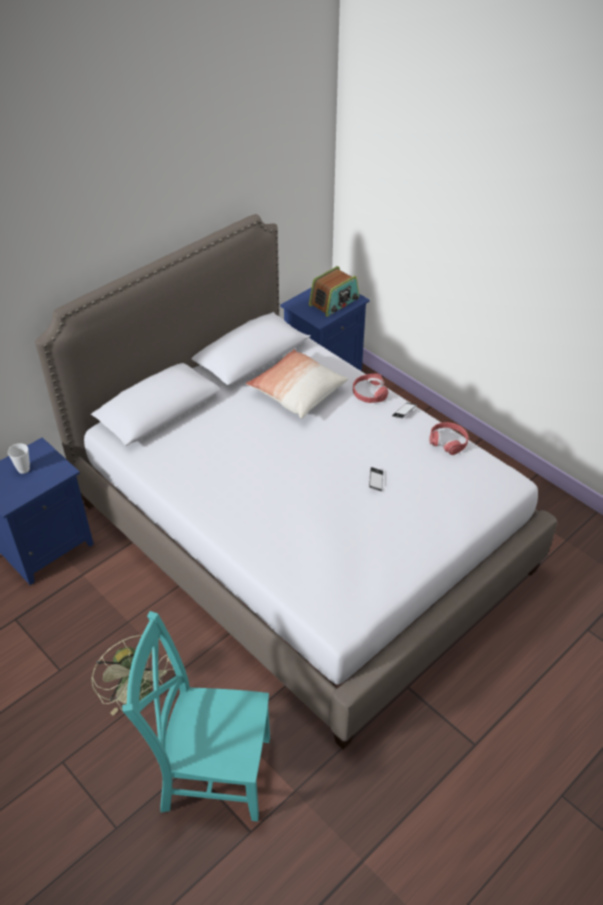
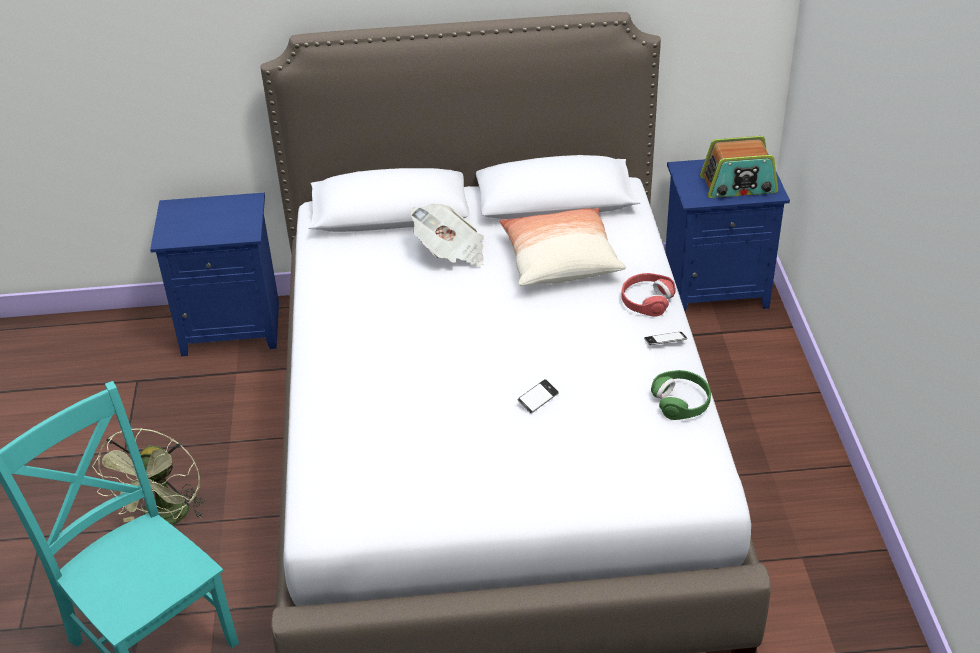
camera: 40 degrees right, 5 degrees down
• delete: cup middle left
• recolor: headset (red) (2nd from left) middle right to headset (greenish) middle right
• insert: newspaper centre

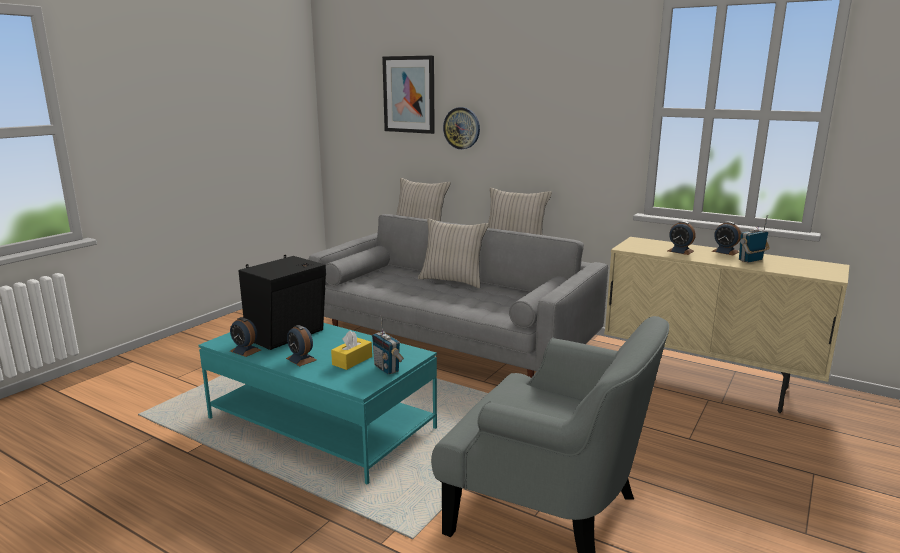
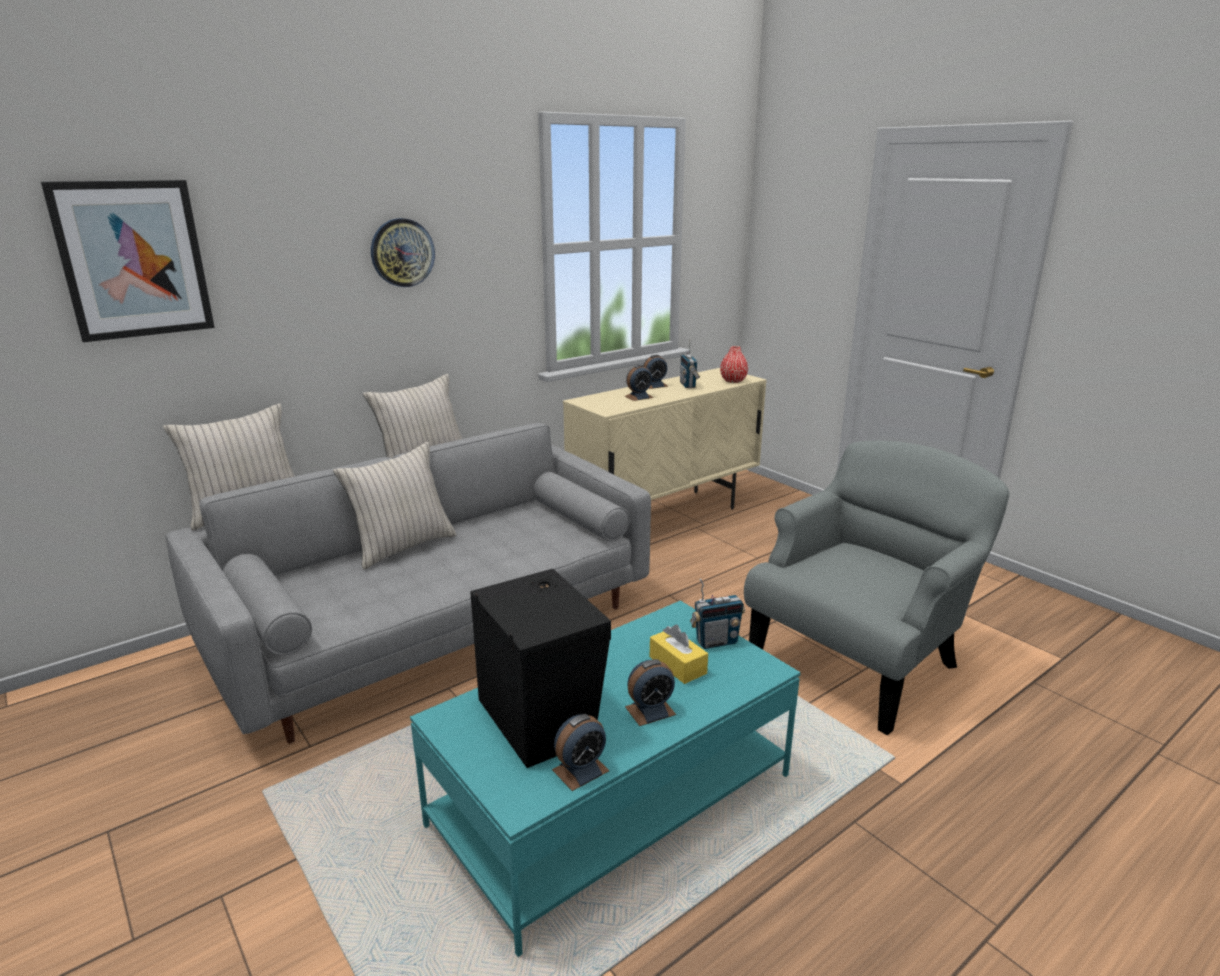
camera: 70 degrees left, 5 degrees up
• move: clock on the wall top centre to top left
• insert: decorative vase (red) centre

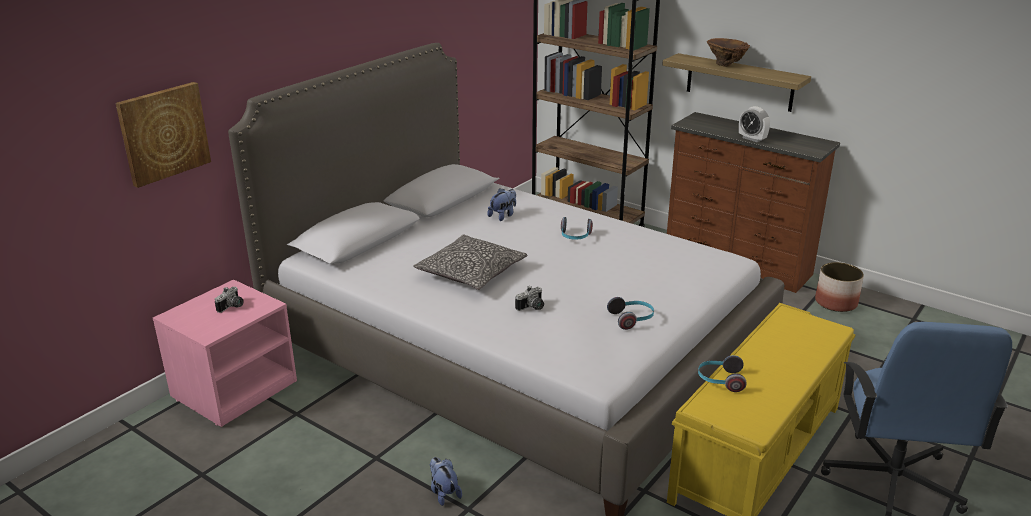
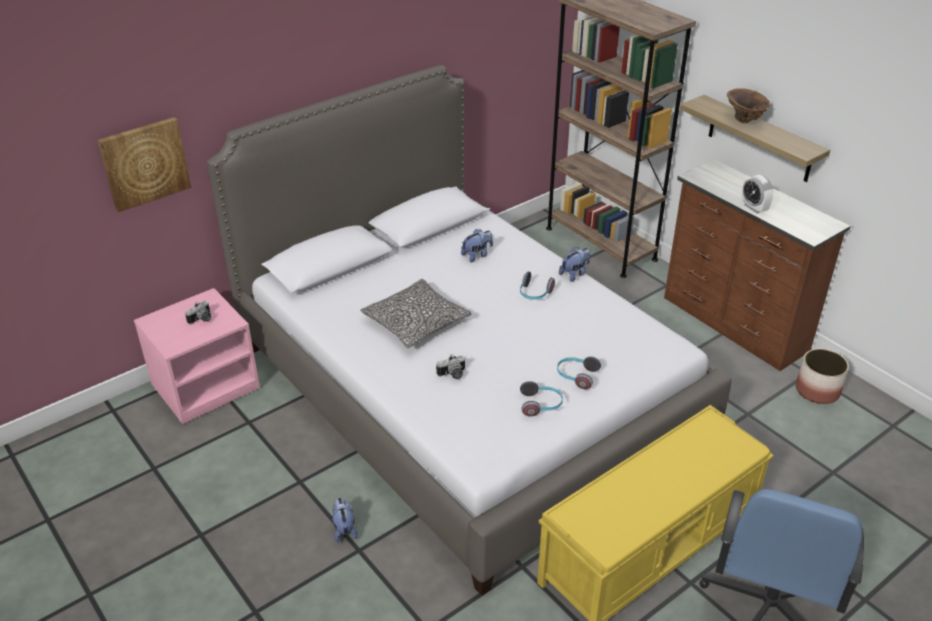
camera: 15 degrees right, 10 degrees up
• move: headset (3rd from left) bottom right to centre
• insert: plush toy (3rd from left) centre

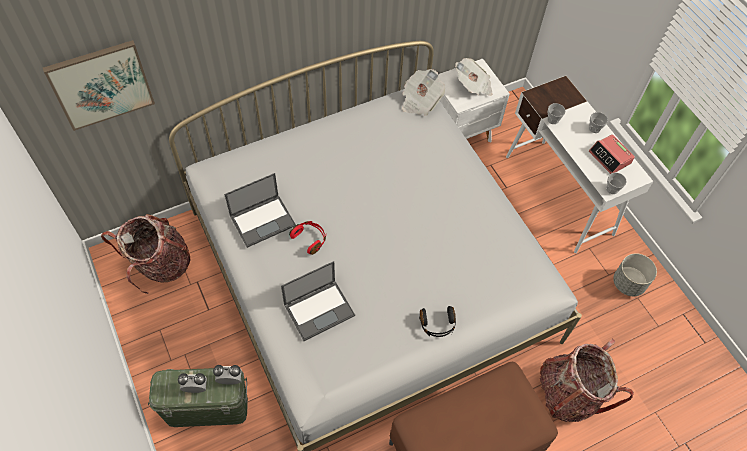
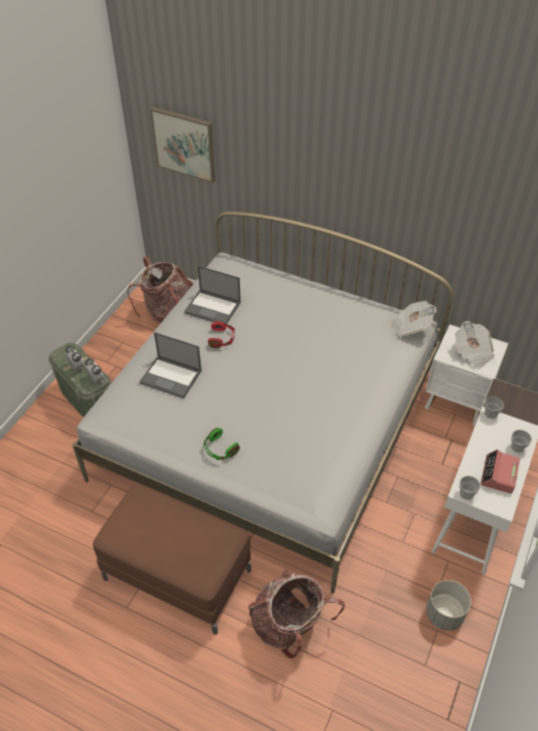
camera: 55 degrees right, 10 degrees down
• recolor: headset (black-coloured) bottom centre to headset (greenish) centre

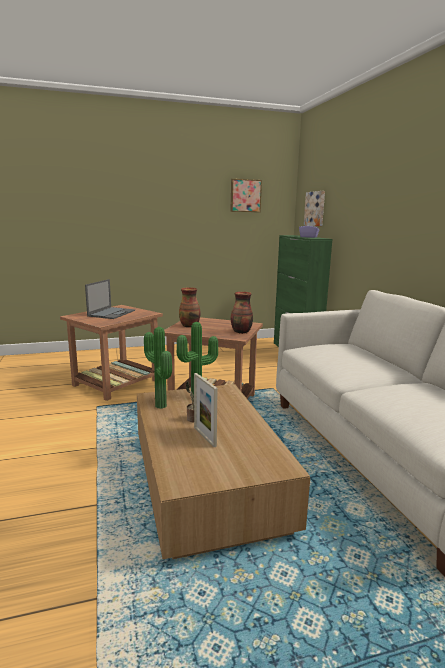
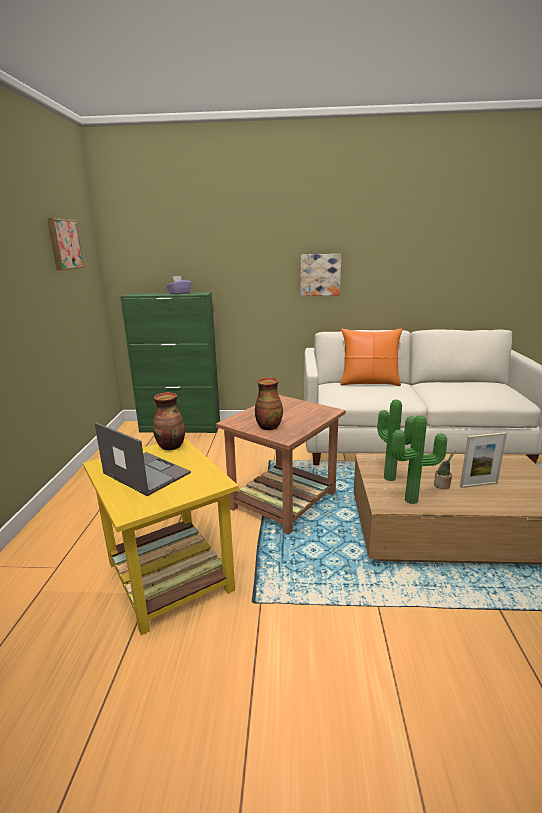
camera: 70 degrees left, 5 degrees up
• recolor: side table (brown-coloured) (1st from left) middle left to side table (yellow) middle left
• move: decorative vase (2nd from left in the first image) centre to decorative vase (1st from left) middle left
• move: wall art (2nd from left) top right to centre
• insert: throw pillow (orange-coloured) middle right

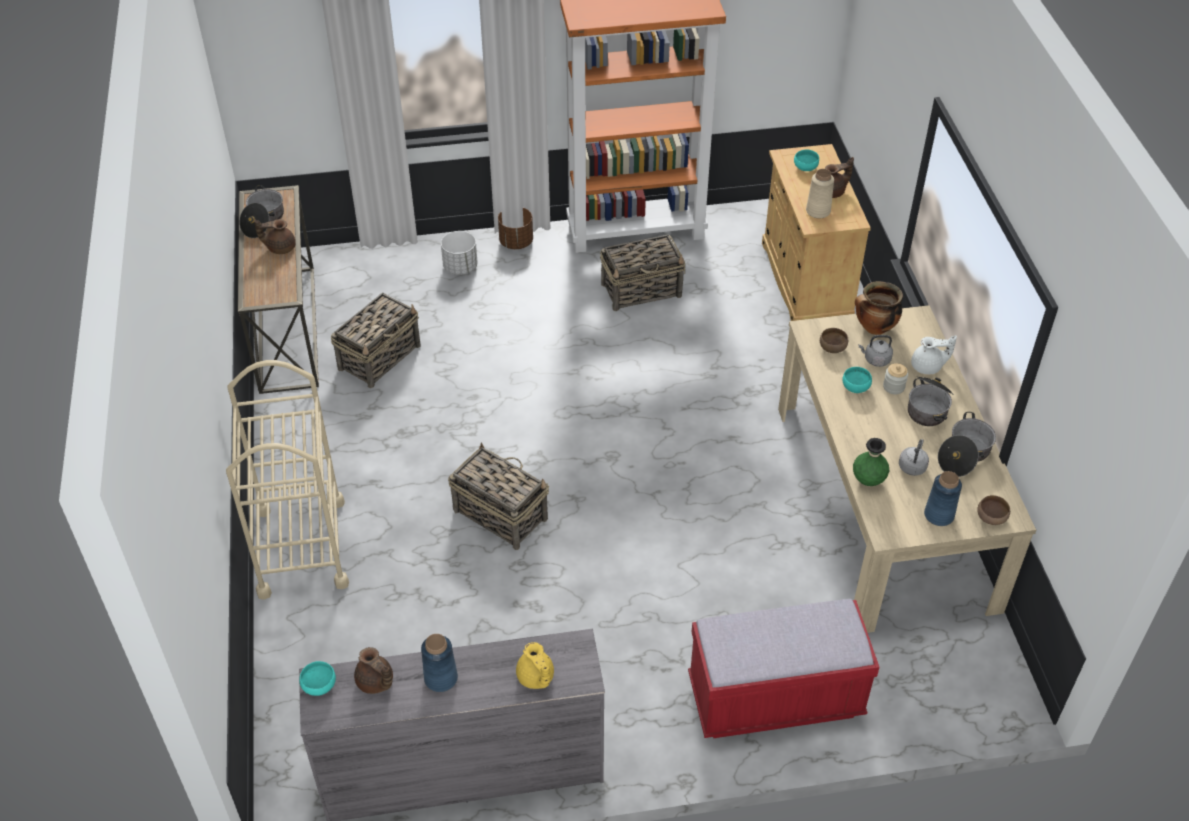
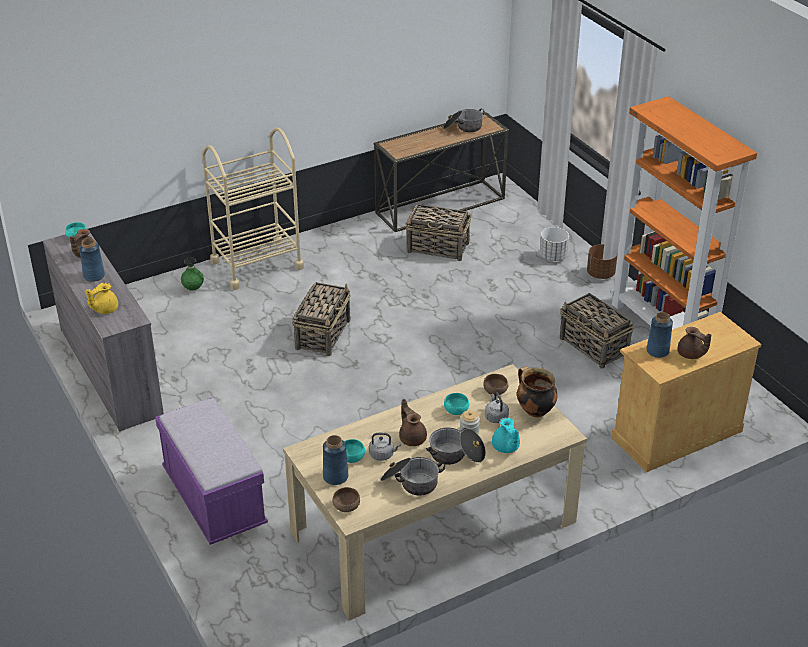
camera: 70 degrees right, 10 degrees down
• move: teapot (brown-coloured) (1st from left in the first image) top left to teapot (brown-coloured) (2nd from left) centre
• recolor: long seat (red) bottom centre to long seat (purple) bottom left
• move: deep dish (turquoise-coloured) (2nd from left) top right to bottom centre
• recolor: decorative vase (beige-coloured) top right to decorative vase (bluish) (3rd from left) middle right
• move: decorative vase (greenish) middle right to middle left
• recolor: teapot (white) middle right to teapot (turquoise-coloured) bottom centre

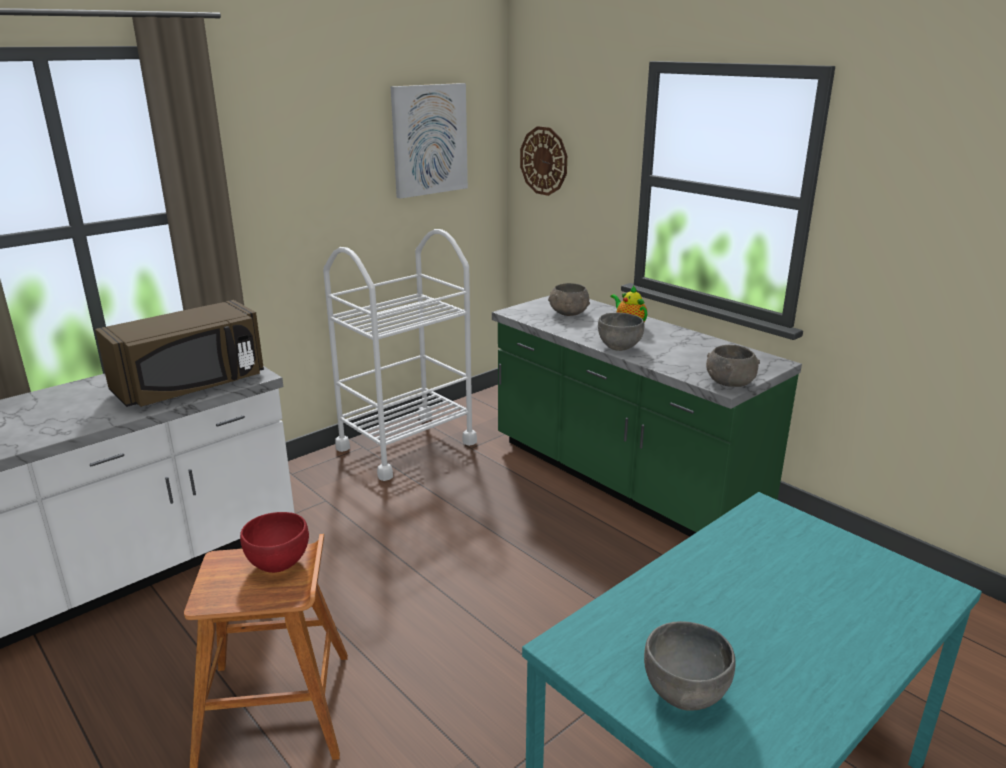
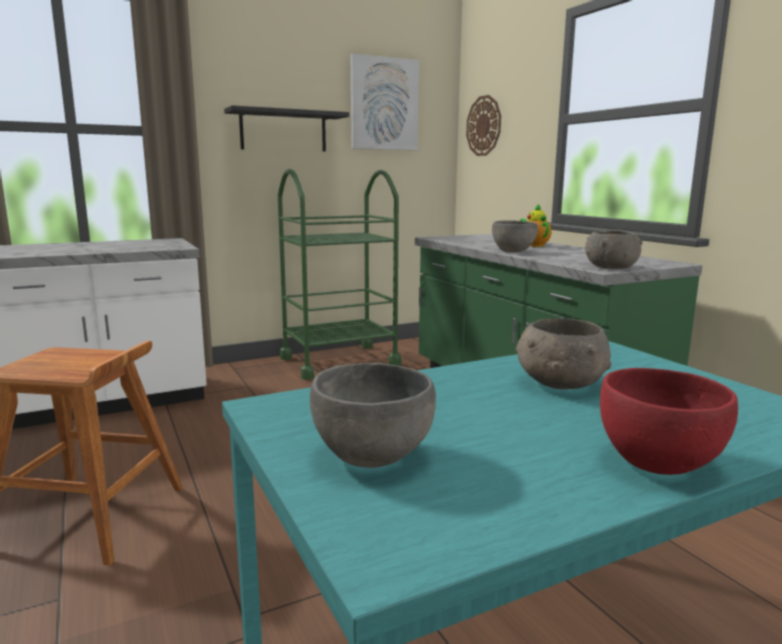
camera: 15 degrees right, 10 degrees down
• delete: microwave (brown-coloured) middle left
• move: deep dish (red) bottom left to middle right
• recolor: trolley (white) centre to trolley (greenish) centre
• move: deep dish (gray) (1st from left in the first image) centre to deep dish (gray) (3rd from left) middle right
• insert: wall shelf (black-coloured) top centre

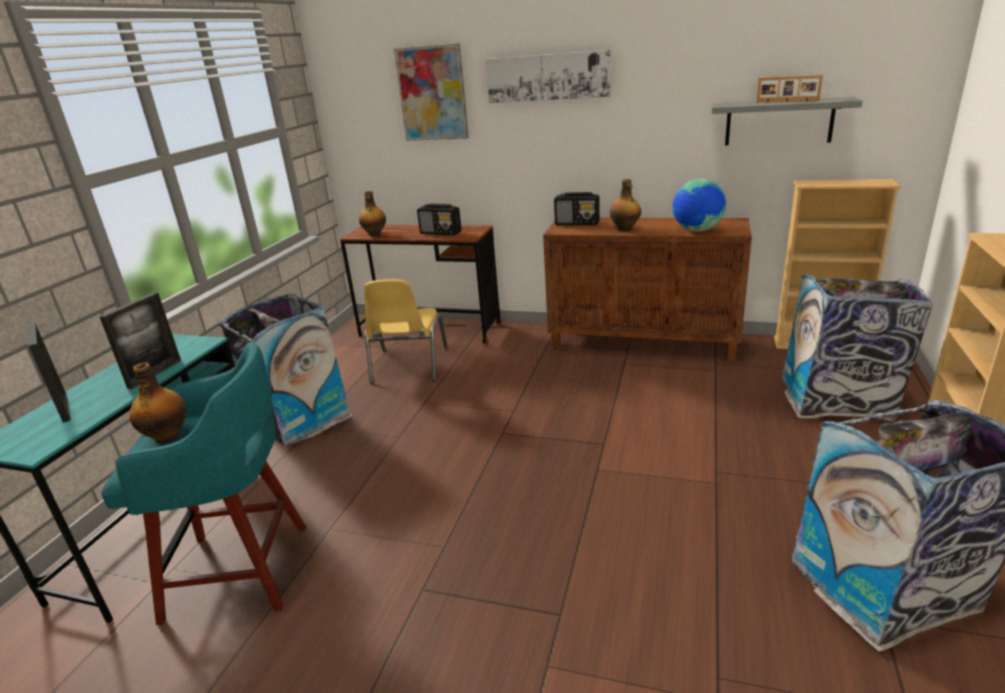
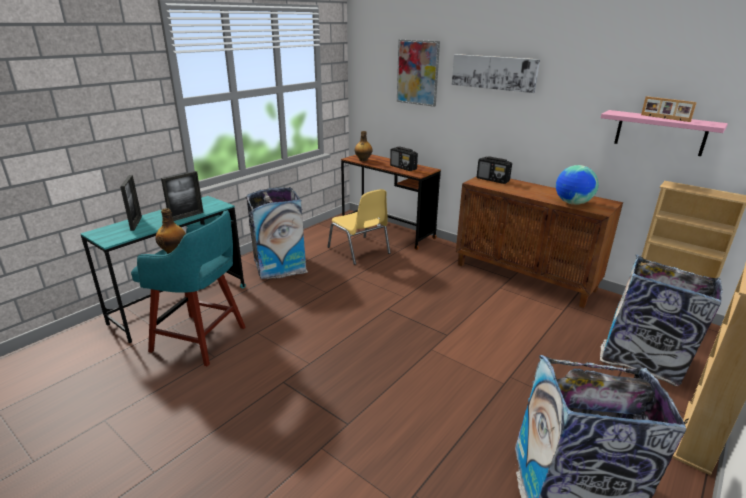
camera: 20 degrees right, 0 degrees up
• rotate: plain chair (yellow) centre = centre 60 degrees counterclockwise
• delete: bottle (3rd from left) top centre
• recolor: wall shelf (gray) top right to wall shelf (pink) top right

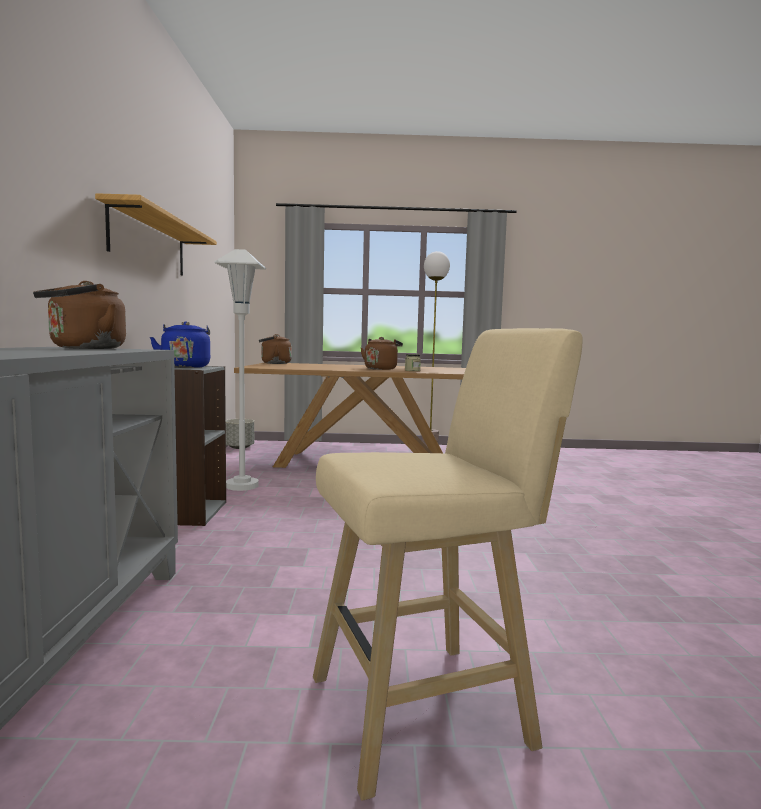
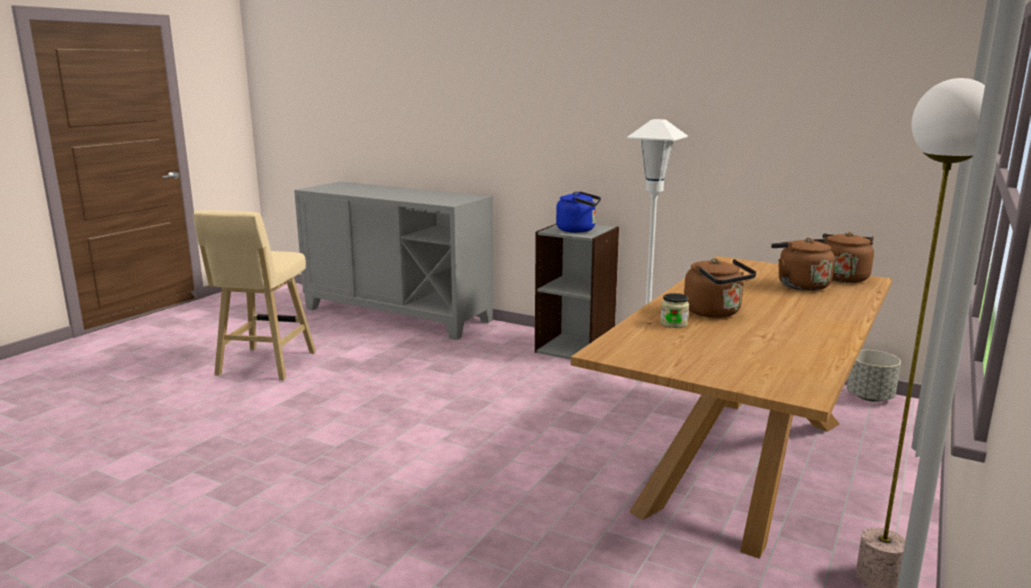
camera: 120 degrees right, 10 degrees up
• move: water kettle (brown-coloured) (1st from left in the first image) middle left to water kettle (brown-coloured) (2nd from left) middle right
• delete: wall shelf top left

